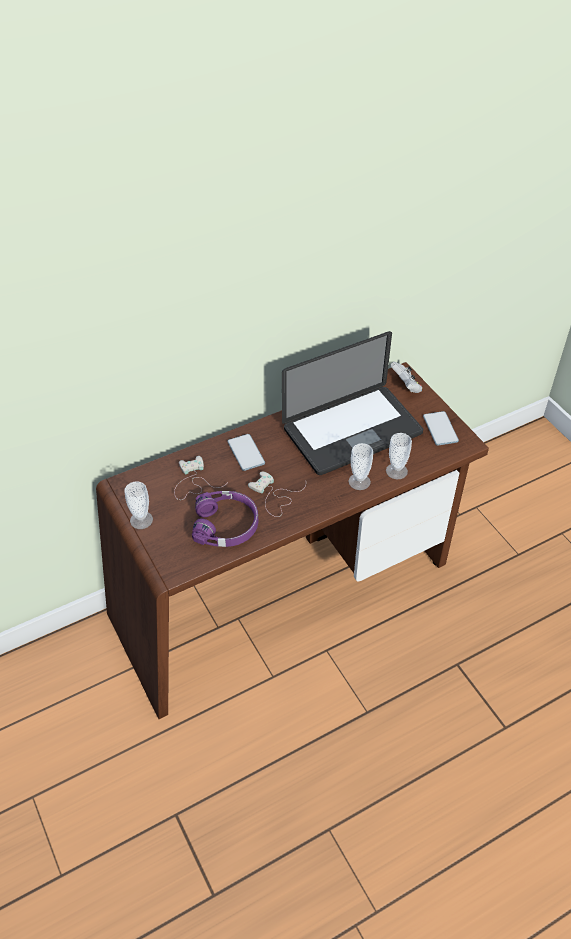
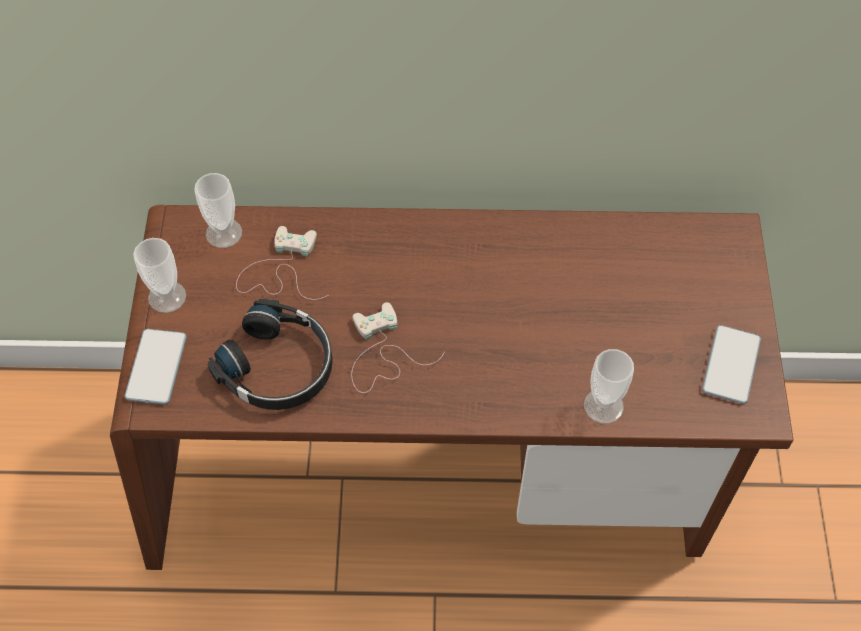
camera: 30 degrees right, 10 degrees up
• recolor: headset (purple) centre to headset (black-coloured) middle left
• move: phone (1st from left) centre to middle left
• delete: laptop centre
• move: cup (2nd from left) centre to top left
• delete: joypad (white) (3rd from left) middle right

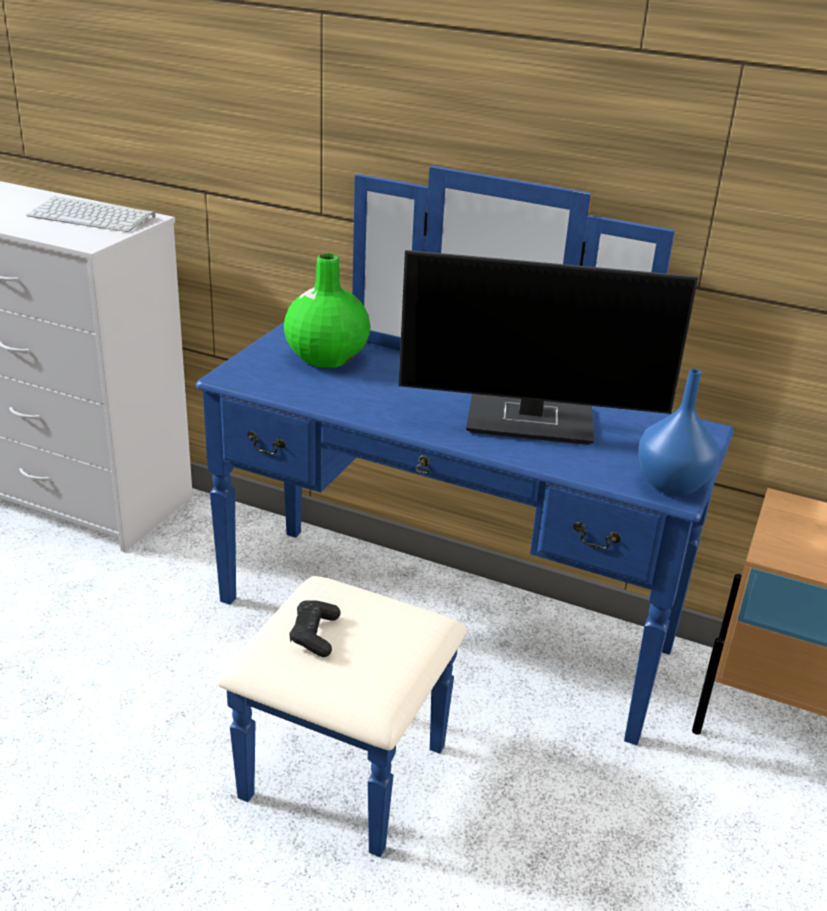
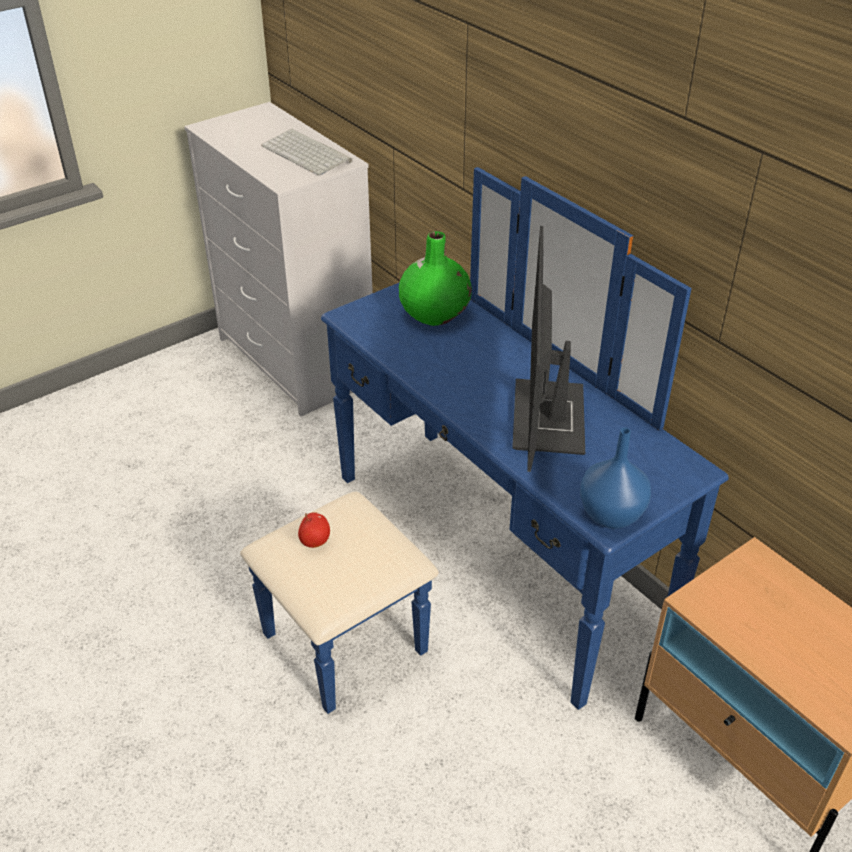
camera: 30 degrees right, 10 degrees up
• replace: joypad (black-coloured) bottom centre to apple centre
• rotate: computer display centre = centre 60 degrees clockwise

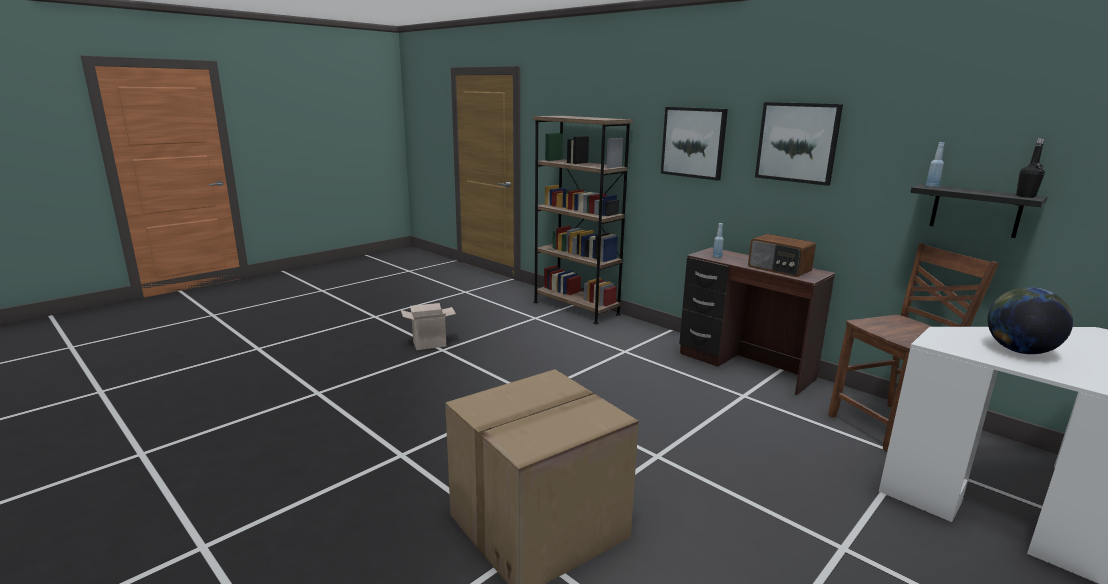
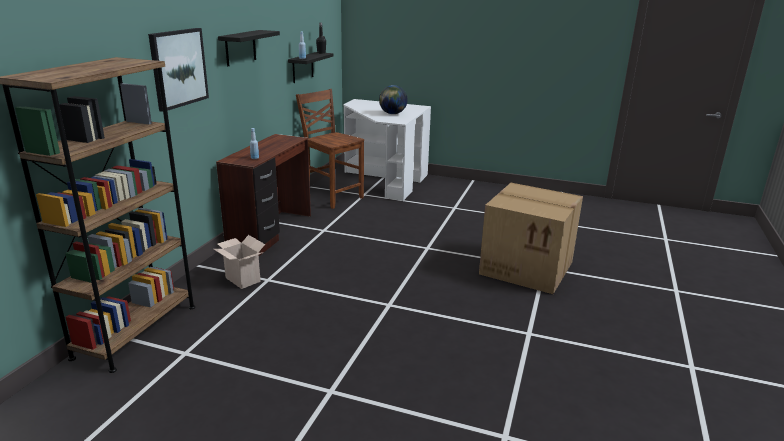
camera: 115 degrees left, 5 degrees up
• move: carton (1st from left) centre to middle left
• delete: radio receiver middle right
• replace: wall art (2nd from left) top right to wall shelf (black-coloured) (1st from left) top left

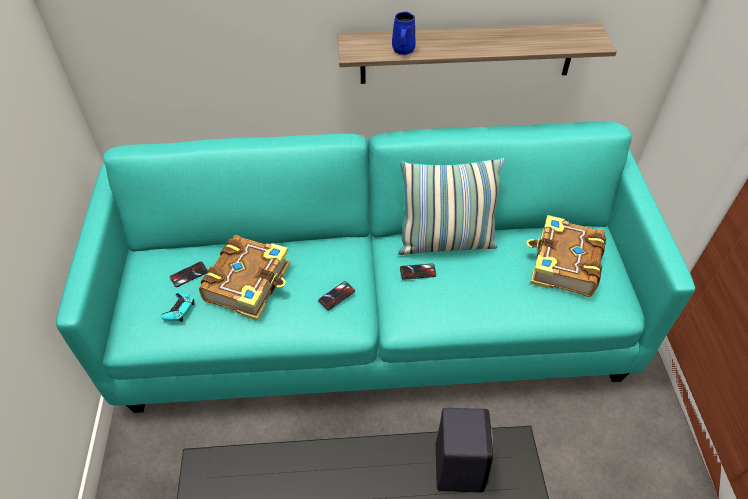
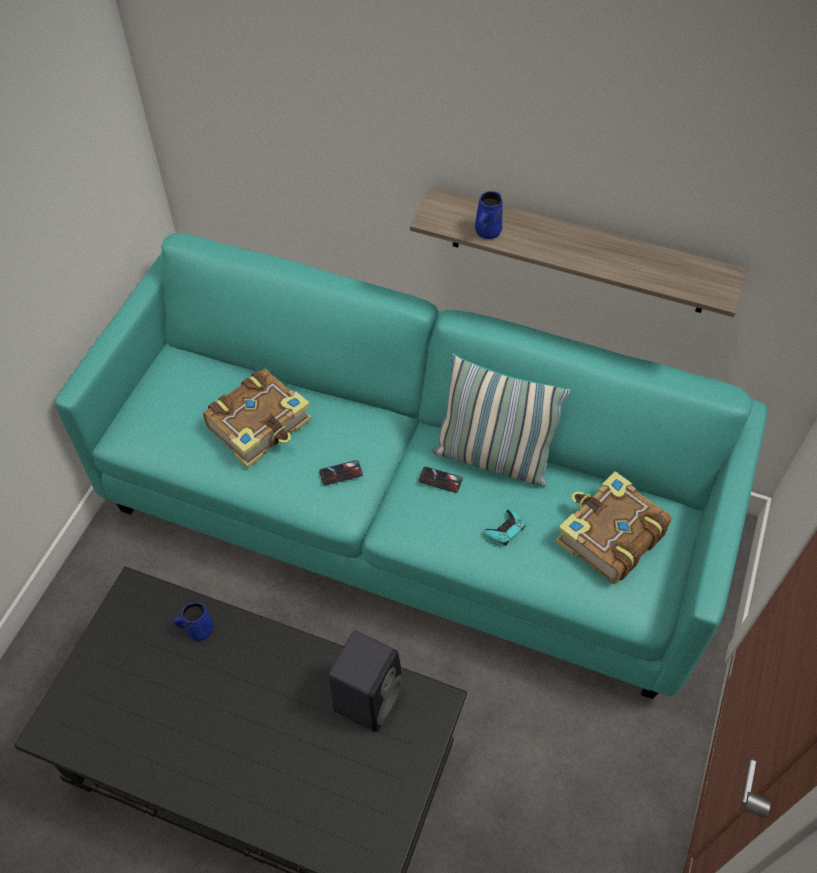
camera: 25 degrees right, 5 degrees up
• move: joypad (turquoise-coloured) middle left to centre
• delete: phone (1st from left) middle left
• insert: mug (bluish) (1st from left) bottom left

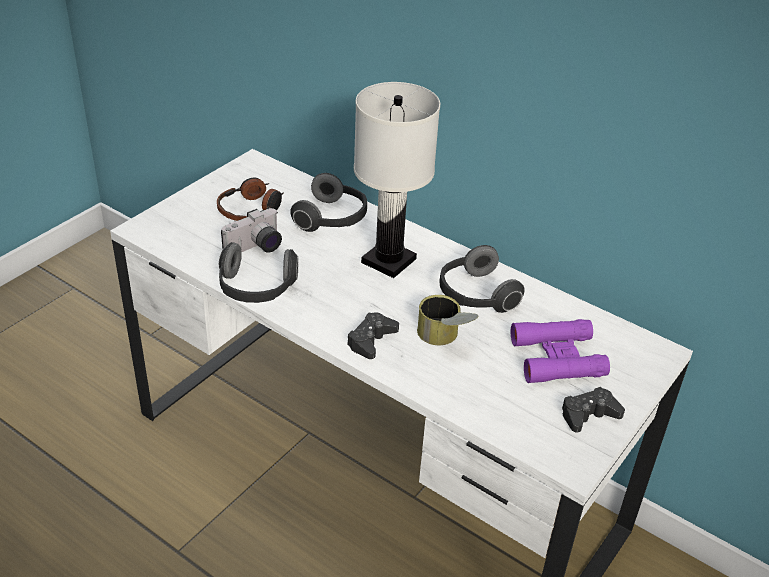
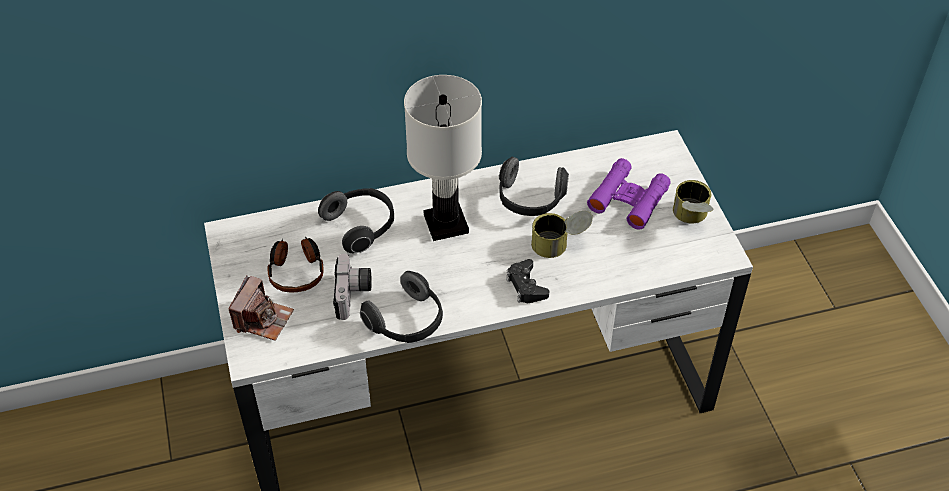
camera: 50 degrees left, 10 degrees up
• replace: joypad (black-coloured) (2nd from left) bottom right to sealed can (2nd from left) middle right
• insert: still camera (1st from left) middle left

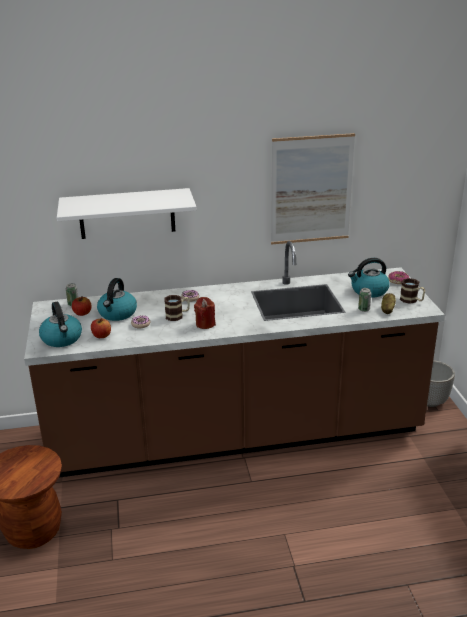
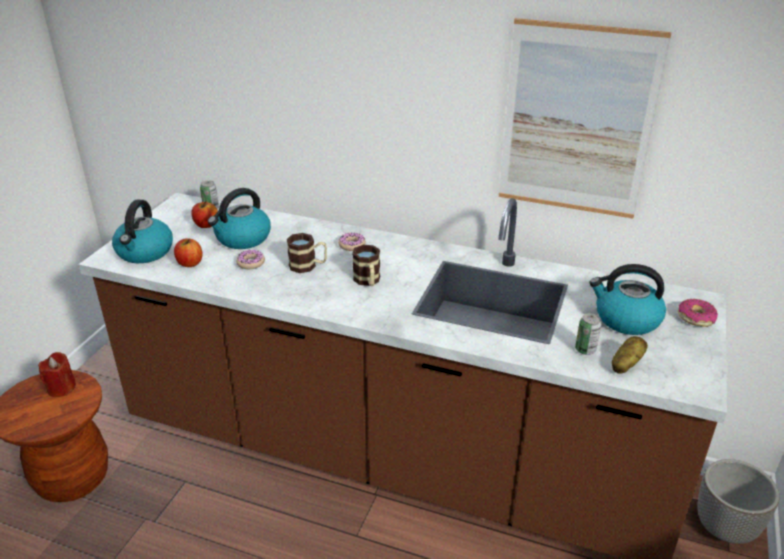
camera: 30 degrees right, 5 degrees up
• delete: wall shelf (white) middle left
• move: wax light (red) centre to bottom left
• move: mug (2nd from left) middle right to centre

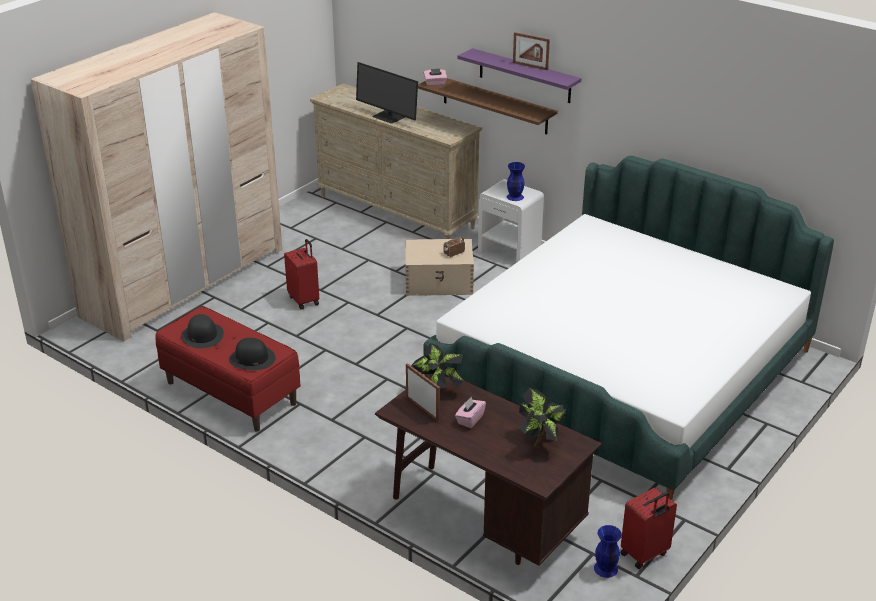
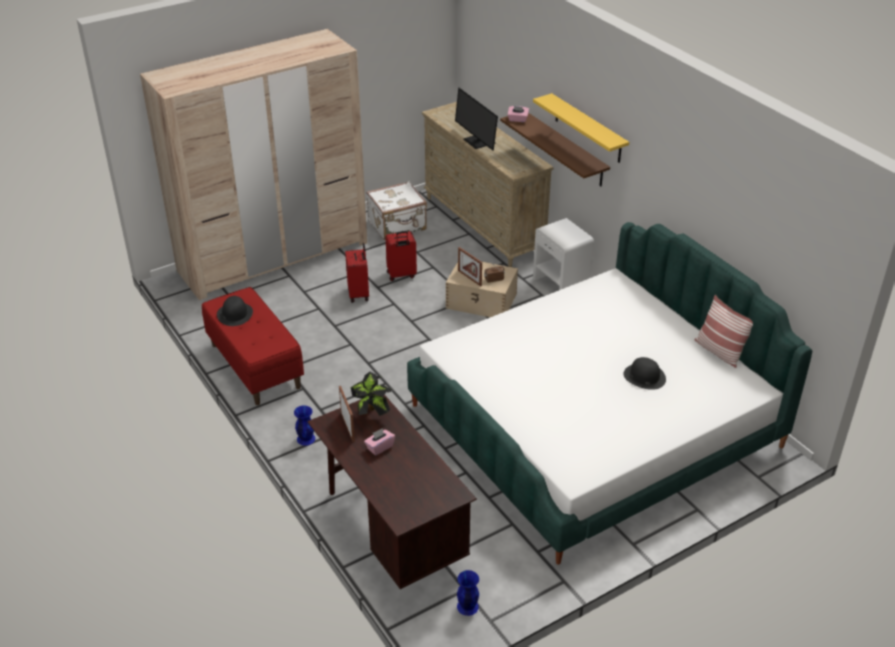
camera: 20 degrees right, 5 degrees up
• move: clothing hat (black-coloured) (2nd from left) middle left to middle right
• recolor: wall shelf (purple) top centre to wall shelf (yellow) top centre
• move: decorative vase (bluish) (1st from left) top centre to centre
• move: picture frame (2nd from left) top centre to centre
• delete: potted plant (2nd from left) bottom centre
• move: piece of luggage (red) (2nd from left) bottom right to centre
• insert: piece of luggage (white) top centre
• insert: throw pillow middle right

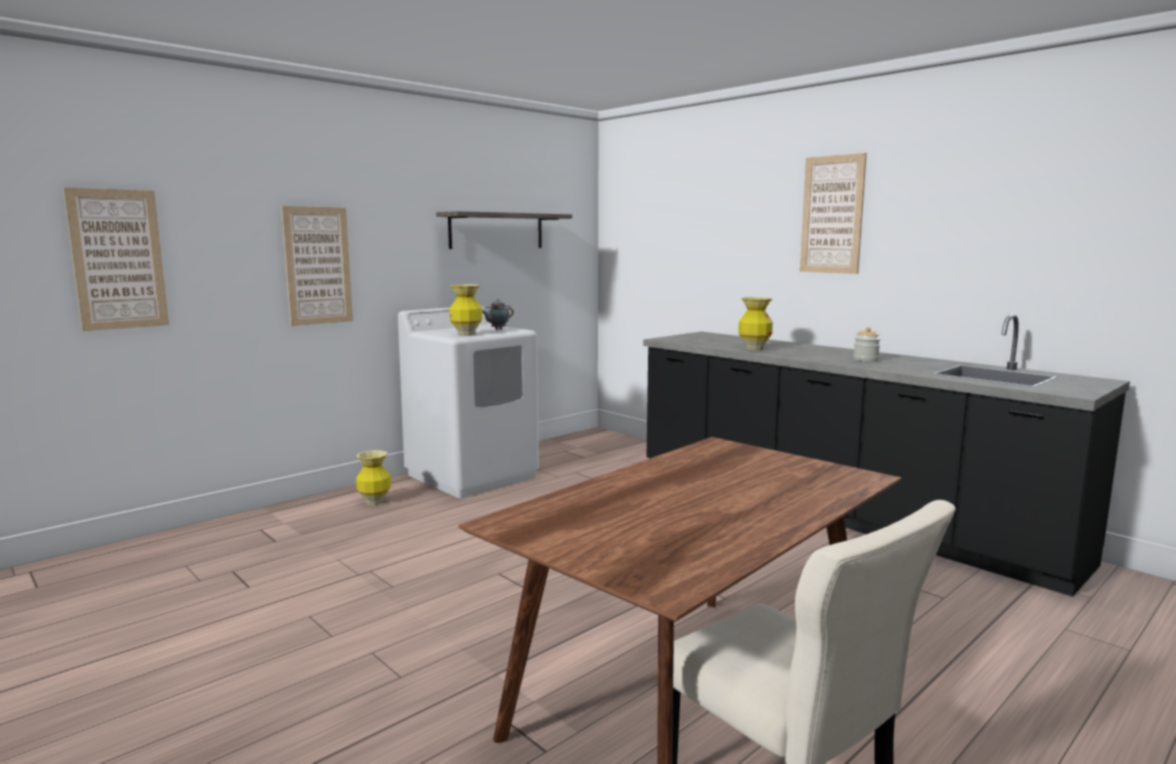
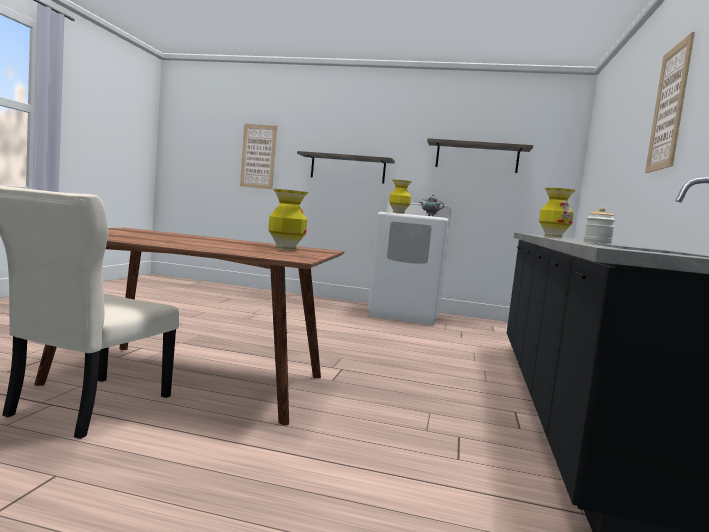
camera: 55 degrees right, 5 degrees down
• replace: wall art (2nd from left) middle left to wall shelf (1st from left) top centre
• move: decorative vase (1st from left) middle left to centre

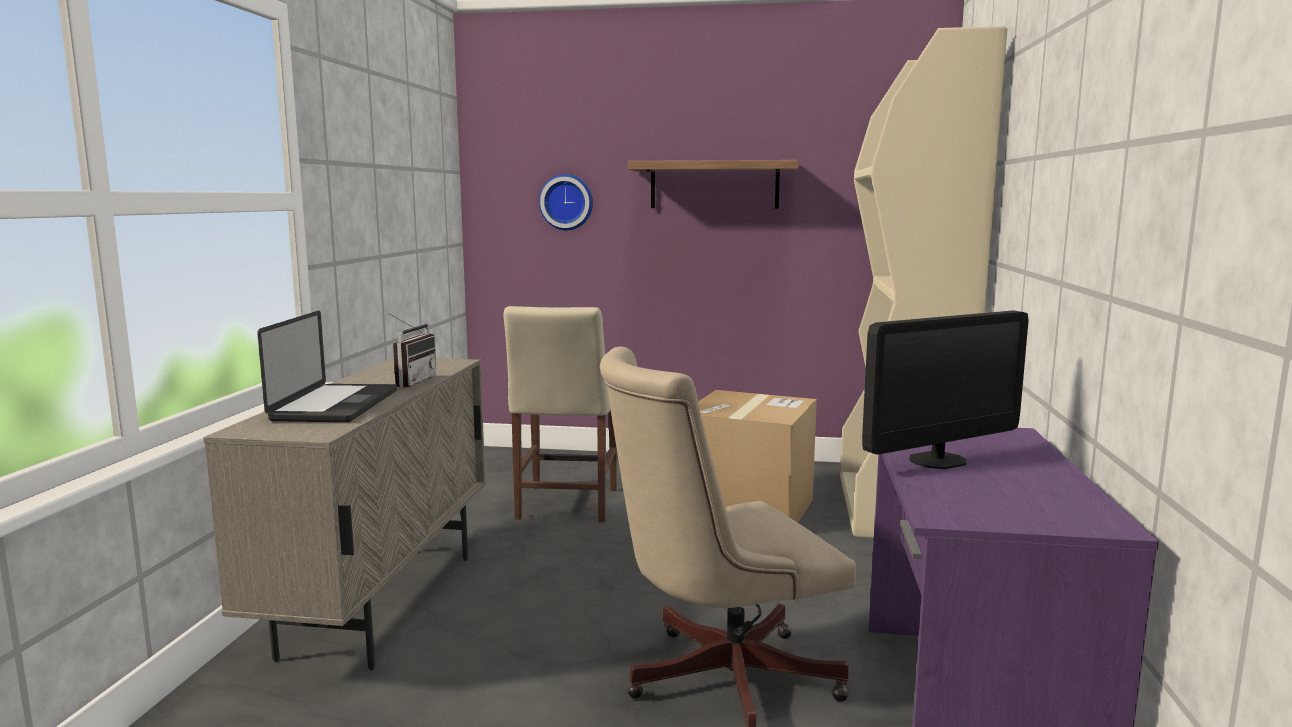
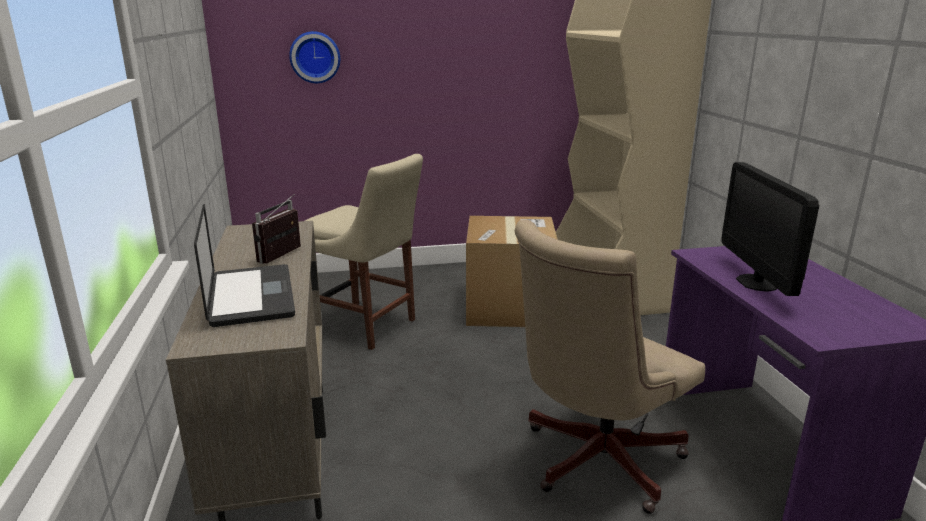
camera: 20 degrees left, 10 degrees up
• rotate: radio receiver middle left = middle left 150 degrees counterclockwise
• rotate: plain chair (beige-coloured) centre = centre 45 degrees counterclockwise
• delete: wall shelf top centre
• rotate: computer display middle right = middle right 135 degrees clockwise

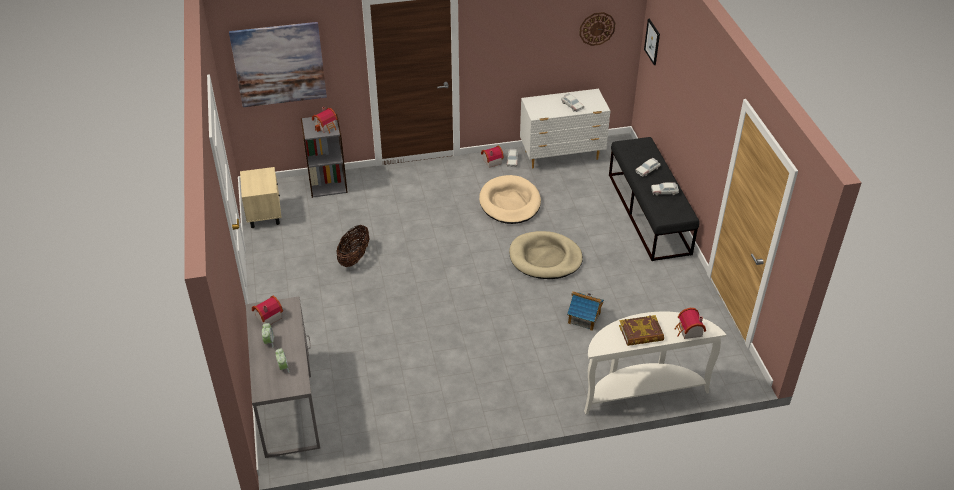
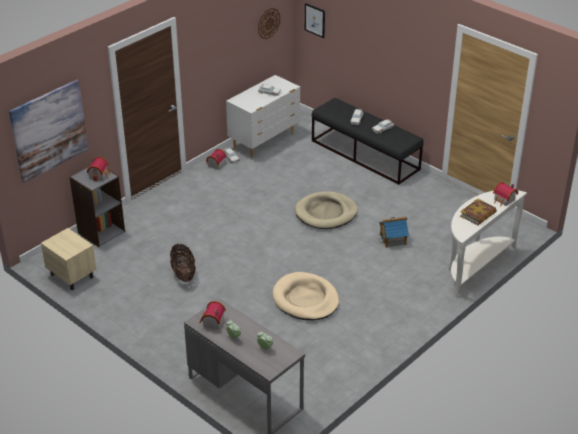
camera: 35 degrees left, 5 degrees down
• move: pet bed (beige-coloured) (1st from left) centre to bottom centre

